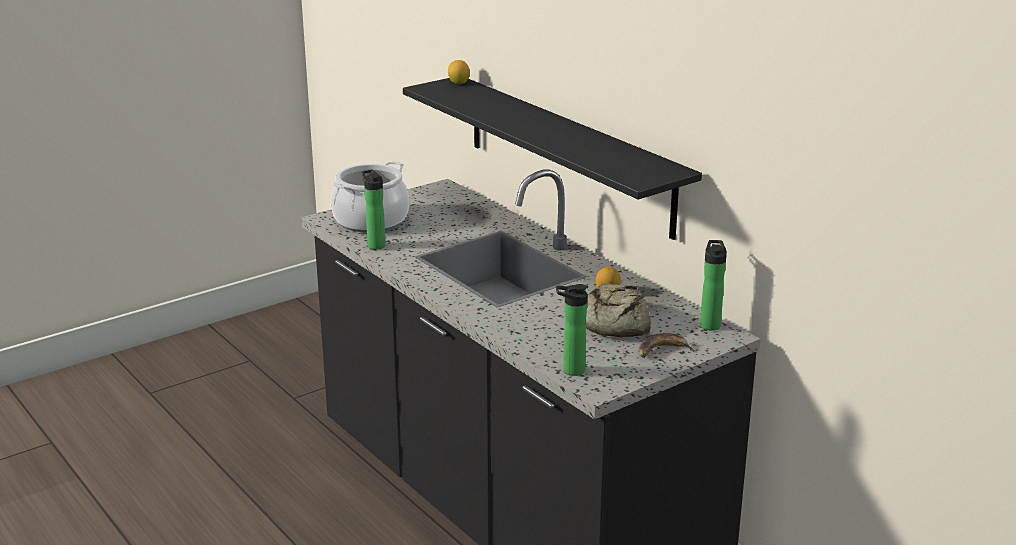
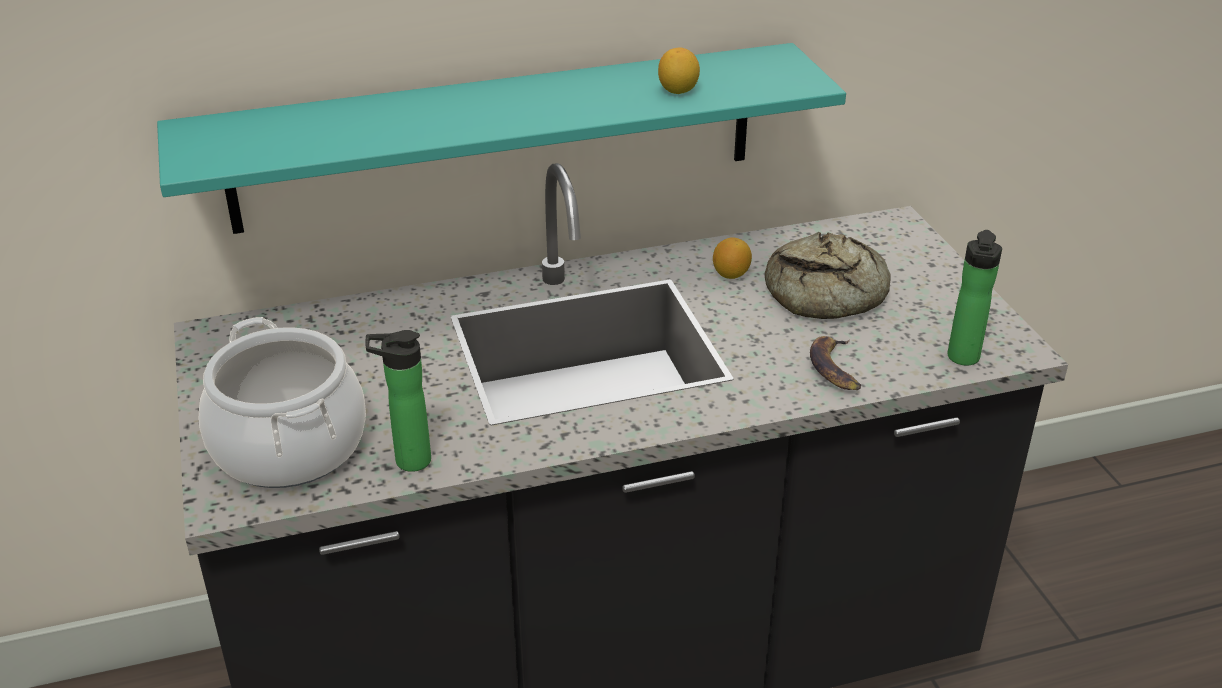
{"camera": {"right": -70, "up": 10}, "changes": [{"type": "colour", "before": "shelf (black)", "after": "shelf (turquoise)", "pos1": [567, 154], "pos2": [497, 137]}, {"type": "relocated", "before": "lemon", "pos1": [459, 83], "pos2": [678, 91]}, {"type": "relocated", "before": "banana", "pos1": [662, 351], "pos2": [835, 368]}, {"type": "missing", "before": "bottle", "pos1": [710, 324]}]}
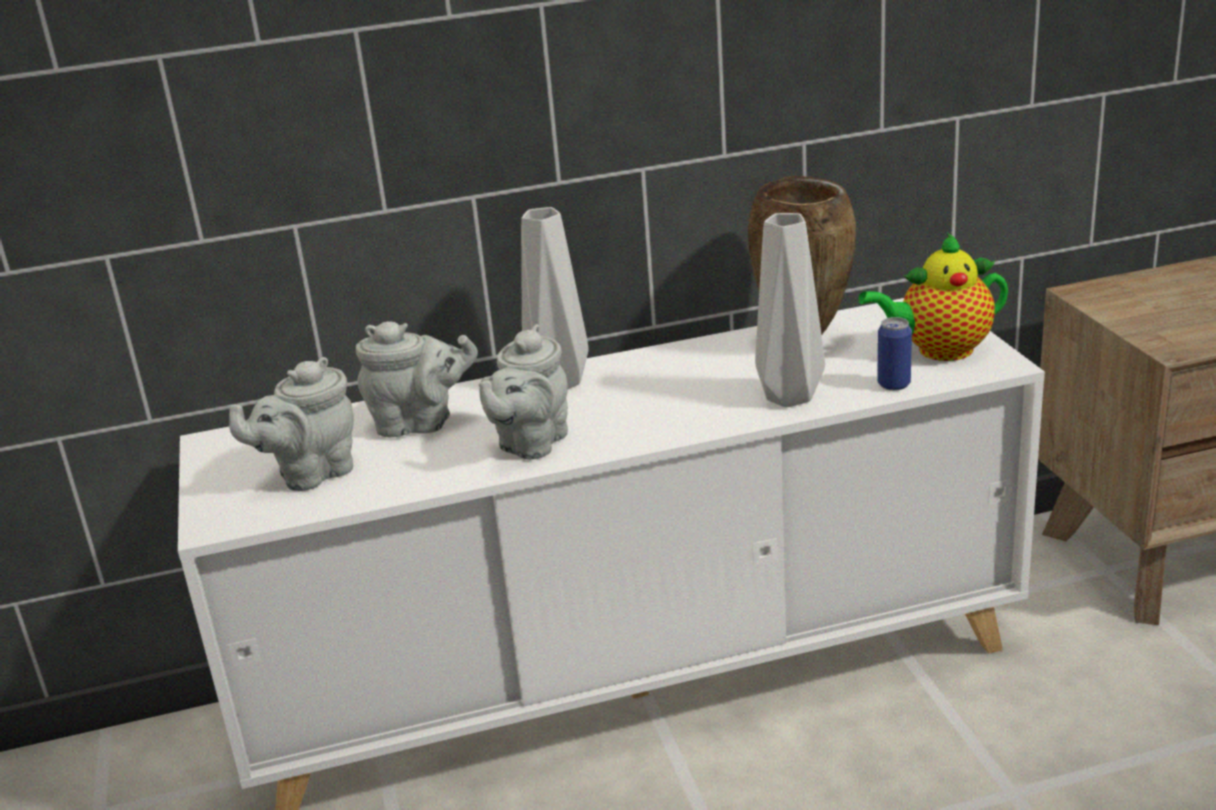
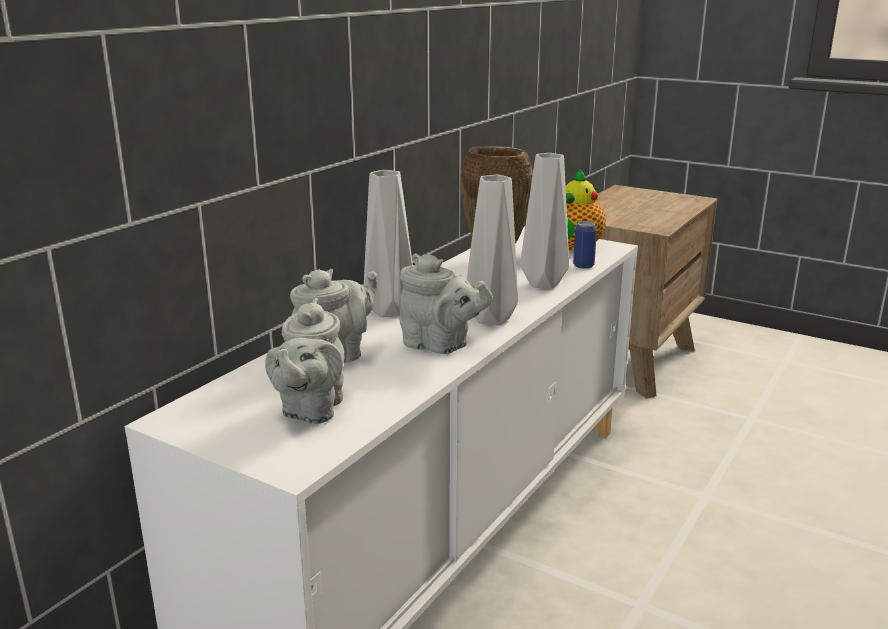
{"camera": {"right": -45, "up": -5}, "changes": [{"type": "spun", "before": "teapot (grey)", "pos1": [530, 444], "pos2": [440, 345], "turn": -45}, {"type": "appeared", "after": "vase (grey)", "pos2": [490, 318]}]}
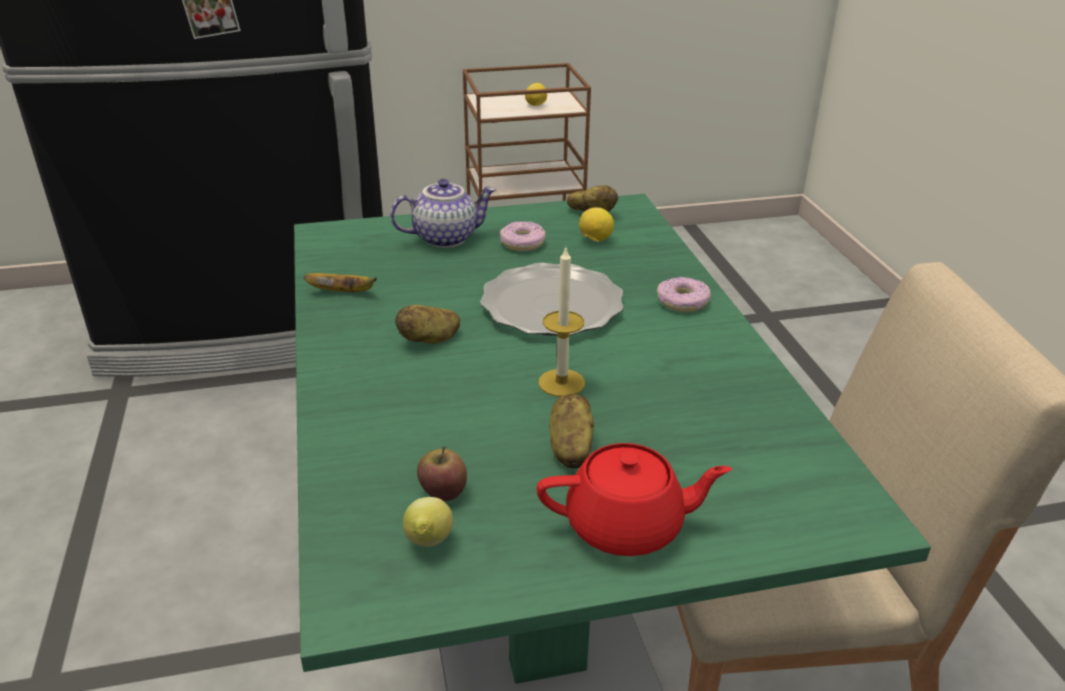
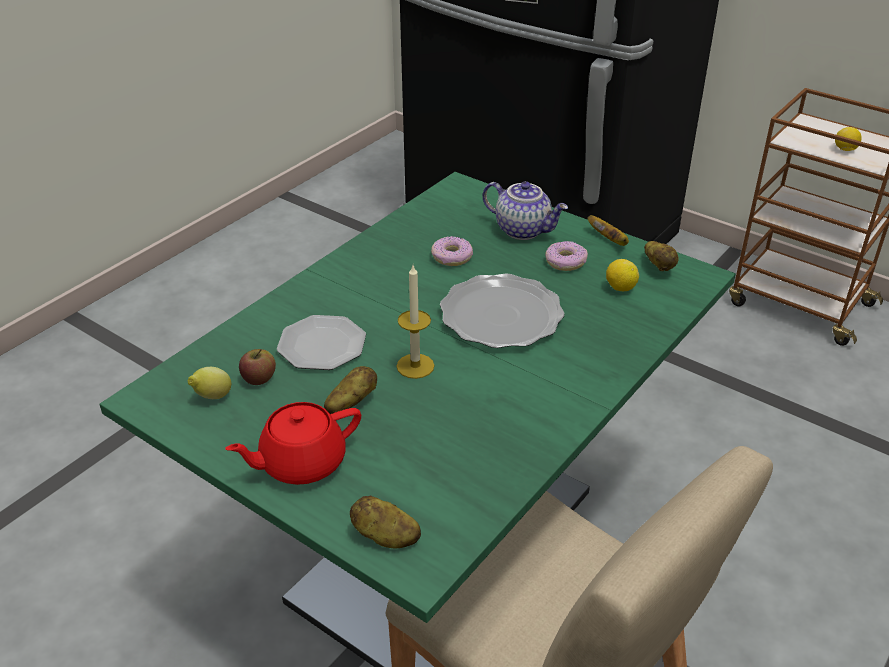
{"camera": {"right": 50, "up": 5}, "changes": [{"type": "spun", "before": "teapot (red)", "pos1": [627, 526], "pos2": [301, 463], "turn": 105}, {"type": "appeared", "after": "plate", "pos2": [322, 346]}, {"type": "relocated", "before": "potato", "pos1": [429, 340], "pos2": [385, 537]}, {"type": "relocated", "before": "donut", "pos1": [682, 302], "pos2": [451, 257]}, {"type": "relocated", "before": "banana", "pos1": [344, 292], "pos2": [609, 240]}]}
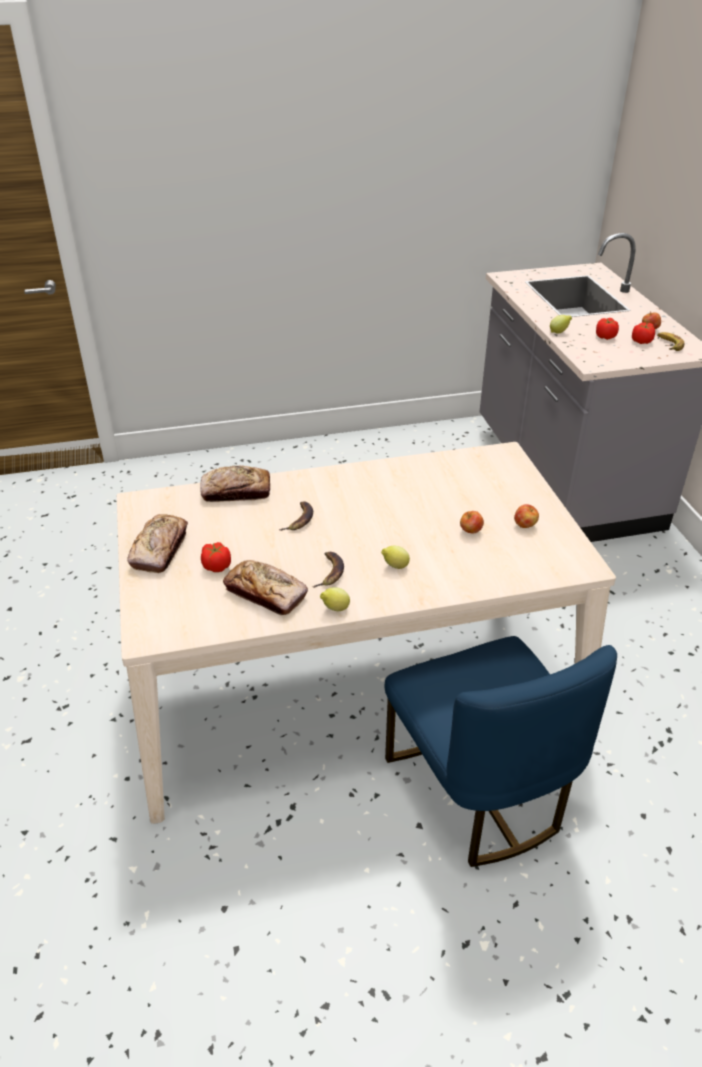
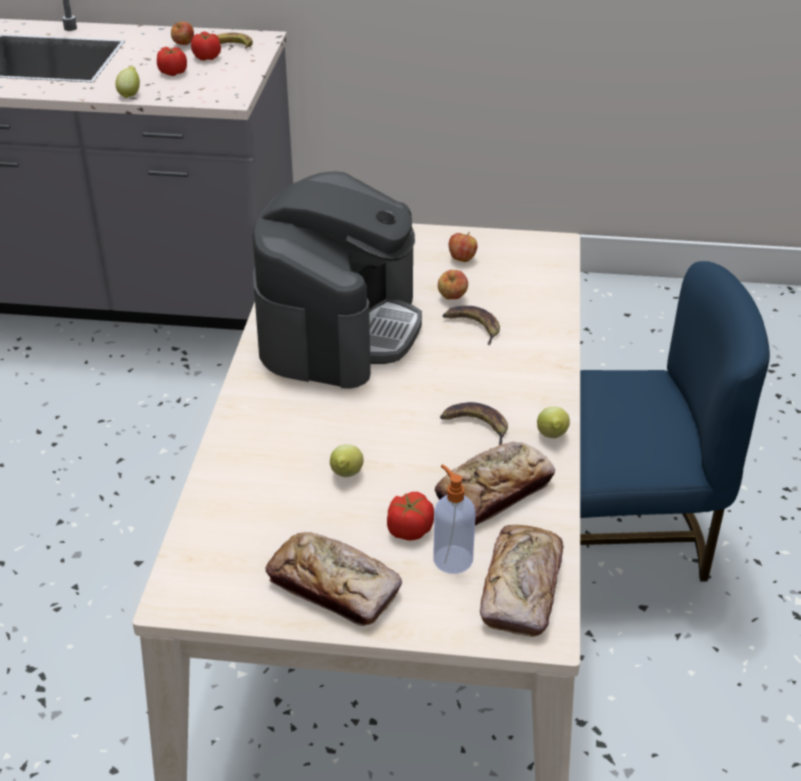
{"camera": {"right": -70, "up": 0}, "changes": [{"type": "appeared", "after": "coffee machine", "pos2": [339, 328]}, {"type": "relocated", "before": "lemon", "pos1": [394, 566], "pos2": [346, 476]}, {"type": "appeared", "after": "soap dispenser", "pos2": [452, 558]}, {"type": "relocated", "before": "banana", "pos1": [299, 519], "pos2": [472, 326]}, {"type": "relocated", "before": "bread", "pos1": [236, 491], "pos2": [521, 589]}]}
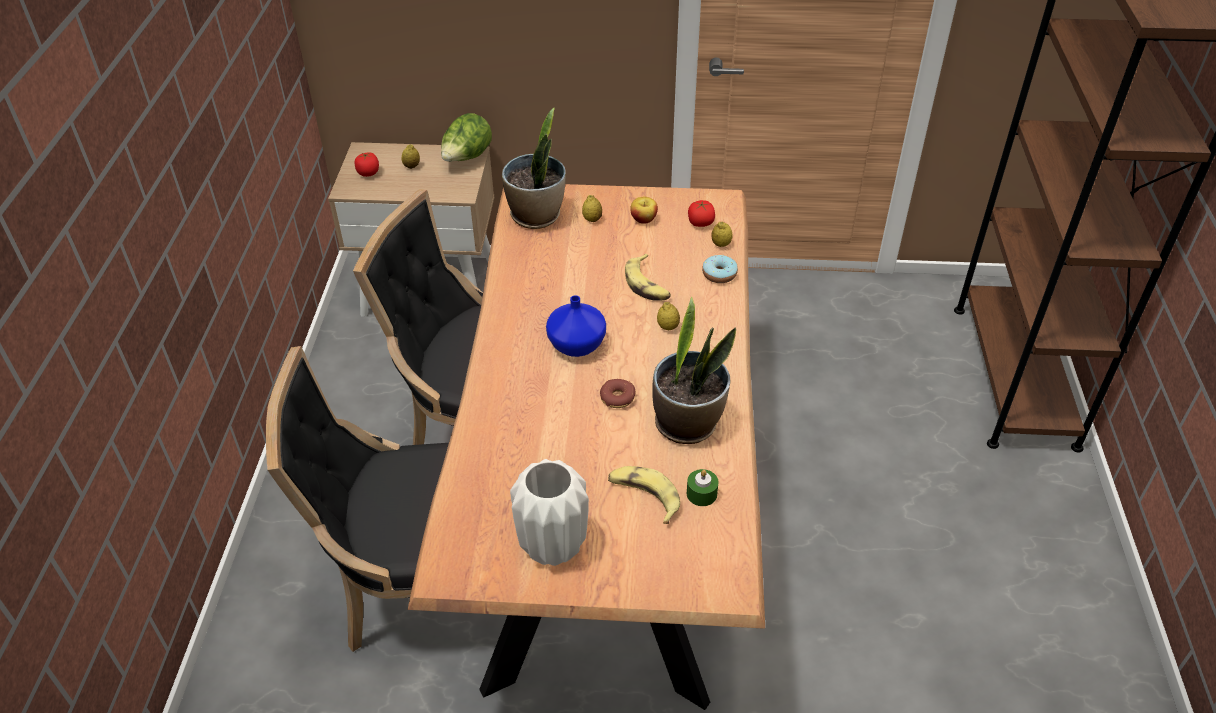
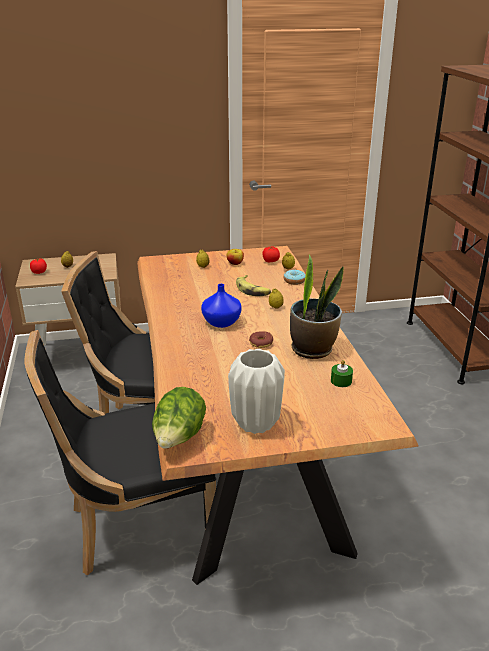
{"camera": {"right": -15, "up": -15}, "changes": [{"type": "relocated", "before": "lettuce", "pos1": [467, 158], "pos2": [179, 438]}, {"type": "missing", "before": "potted plant", "pos1": [536, 216]}, {"type": "missing", "before": "banana", "pos1": [644, 497]}]}
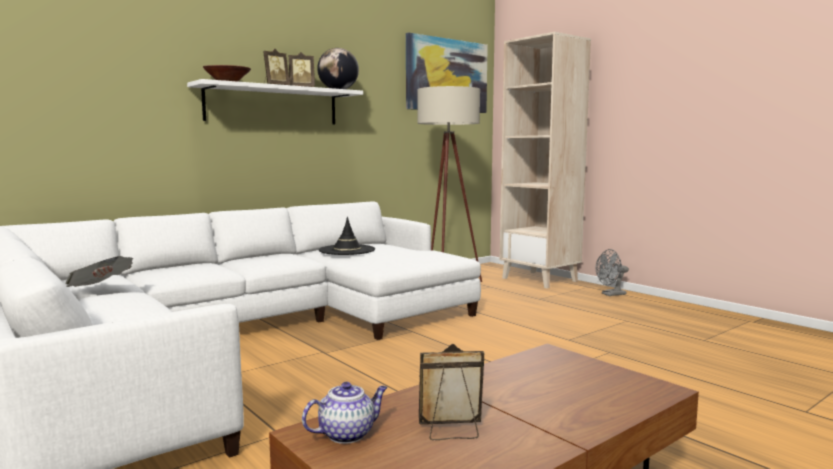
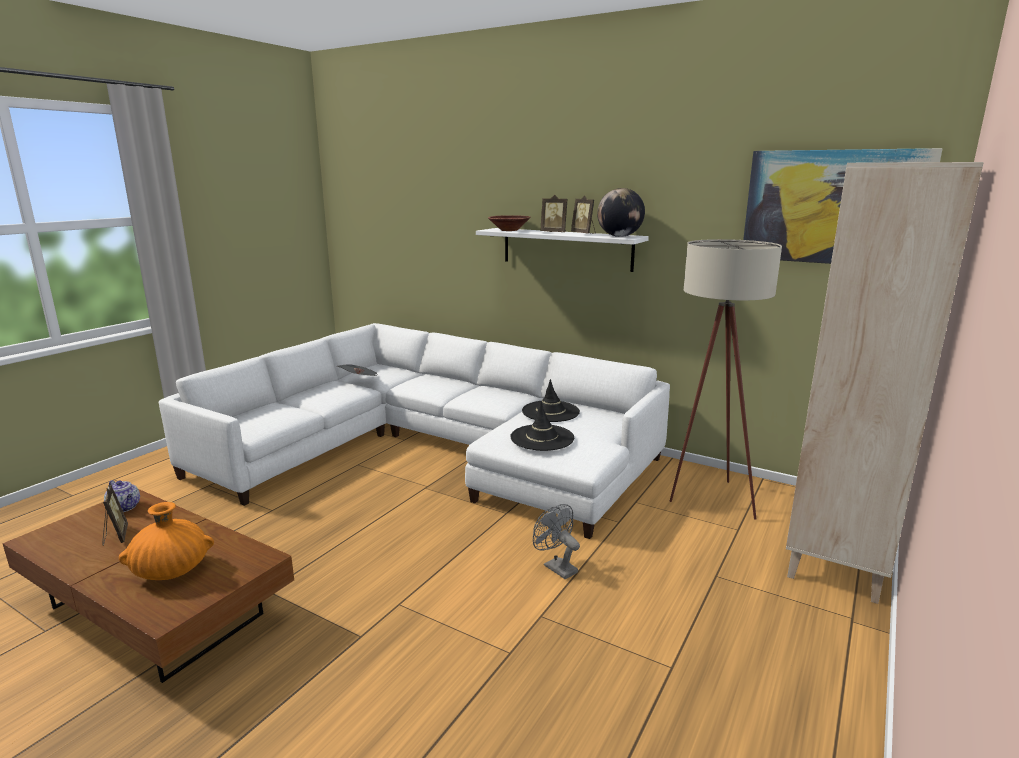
{"camera": {"right": 70, "up": 10}, "changes": [{"type": "appeared", "after": "vase (orange)", "pos2": [172, 571]}, {"type": "appeared", "after": "hat (black)", "pos2": [542, 438]}, {"type": "relocated", "before": "fan (grey)", "pos1": [610, 294], "pos2": [556, 567]}]}
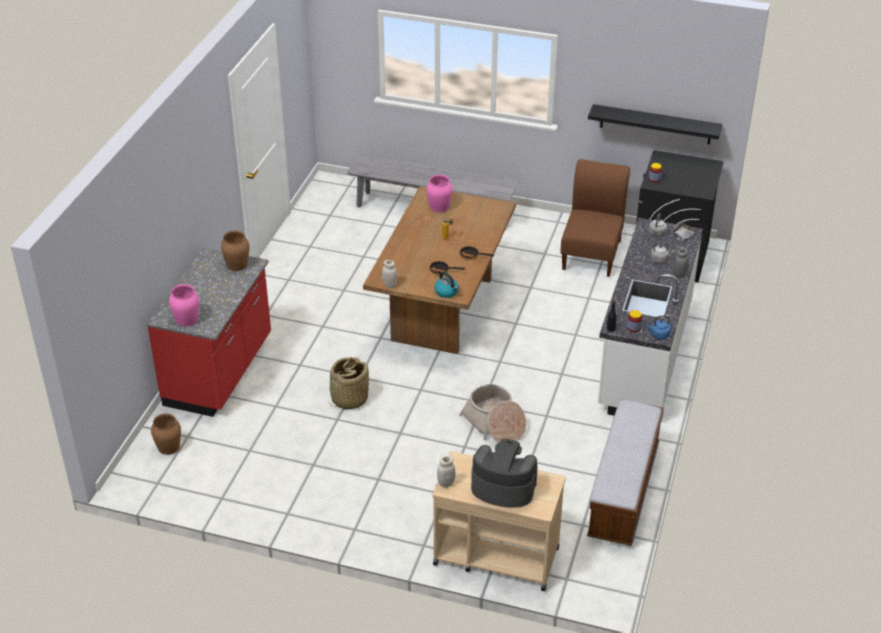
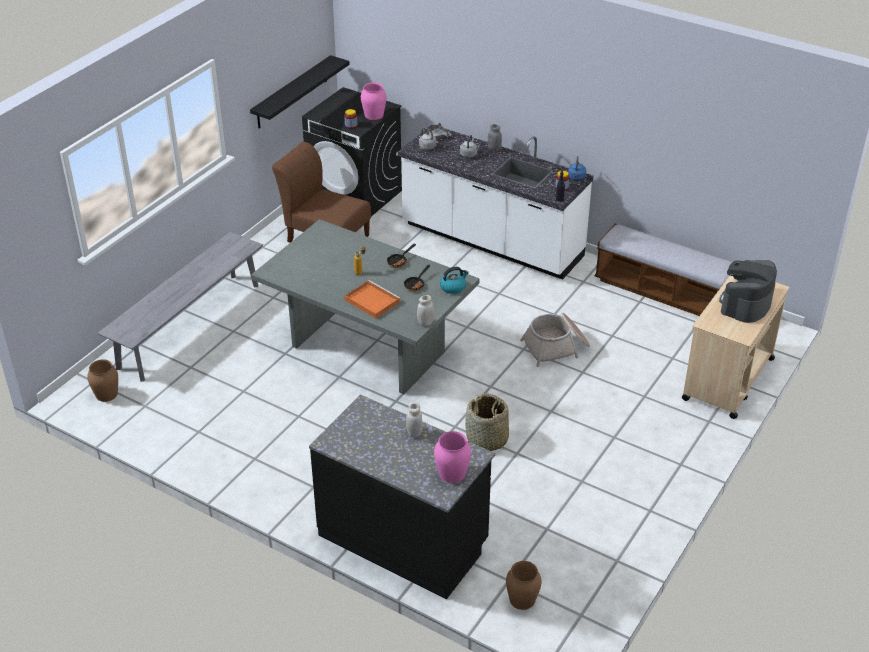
{"camera": {"right": -75, "up": 0}, "changes": [{"type": "relocated", "before": "vase (brown)", "pos1": [237, 264], "pos2": [106, 394]}, {"type": "colour", "before": "dining table (brown)", "after": "dining table (grey)", "pos1": [443, 310], "pos2": [369, 349]}, {"type": "colour", "before": "counter (red)", "after": "counter (black)", "pos1": [220, 372], "pos2": [403, 539]}, {"type": "appeared", "after": "tray (orange)", "pos2": [371, 301]}, {"type": "relocated", "before": "vase (pink)", "pos1": [439, 207], "pos2": [374, 115]}, {"type": "relocated", "before": "jar (white)", "pos1": [446, 483], "pos2": [414, 433]}]}
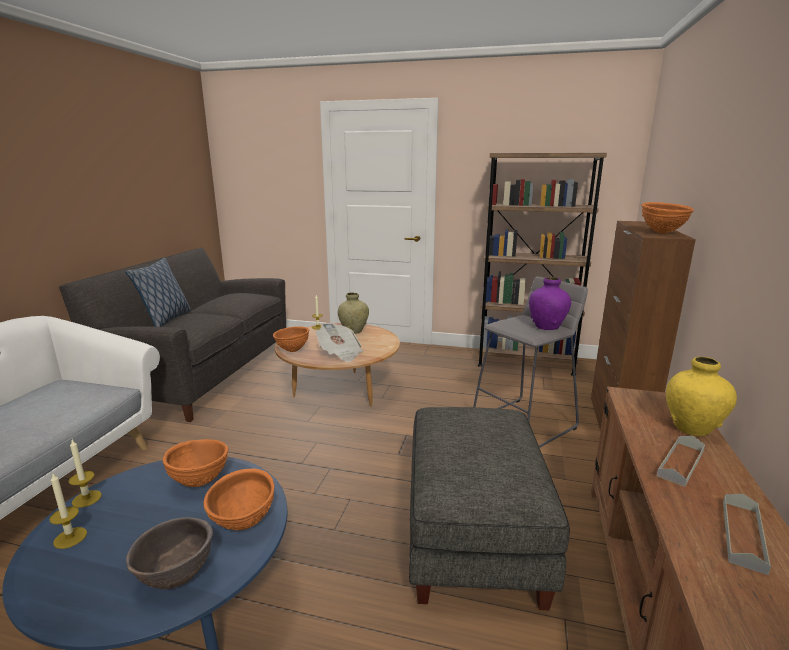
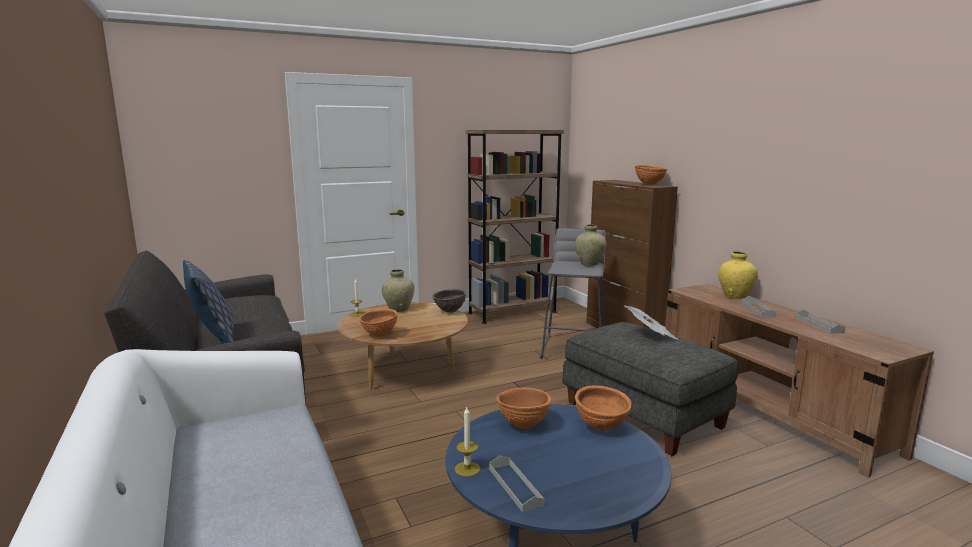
{"camera": {"right": -40, "up": -5}, "changes": [{"type": "relocated", "before": "bowl (brown)", "pos1": [176, 578], "pos2": [449, 311]}, {"type": "exchanged", "before": "candle", "after": "tray (grey)", "pos1": [70, 538], "pos2": [515, 486]}, {"type": "colour", "before": "vase (purple)", "after": "vase (beige)", "pos1": [547, 327], "pos2": [589, 264]}, {"type": "relocated", "before": "newspaper", "pos1": [340, 353], "pos2": [650, 335]}]}
